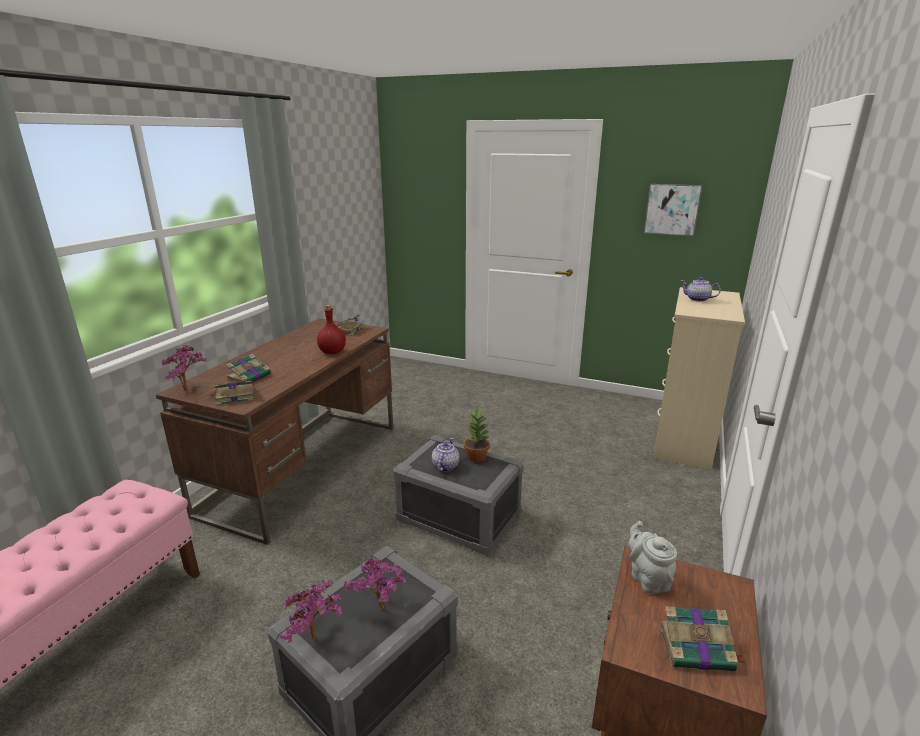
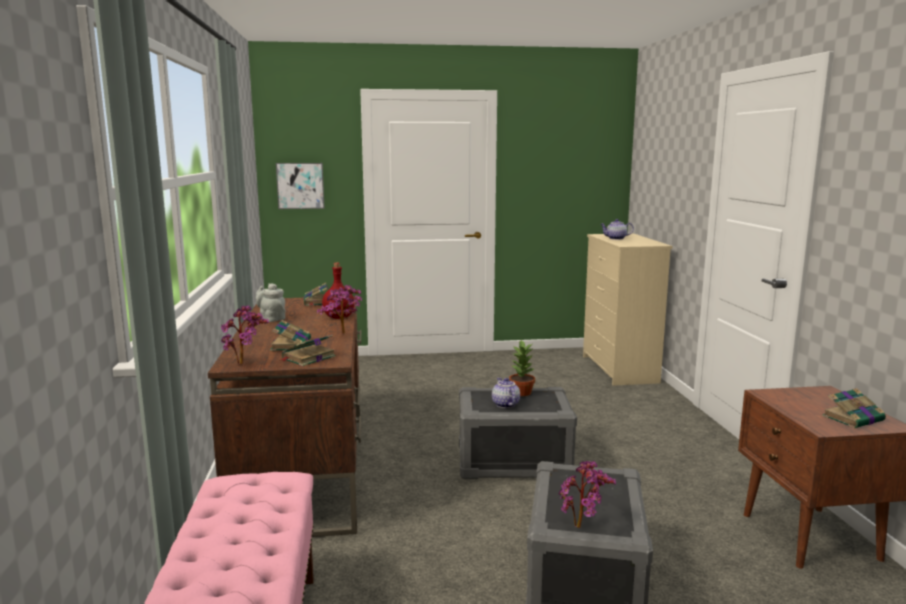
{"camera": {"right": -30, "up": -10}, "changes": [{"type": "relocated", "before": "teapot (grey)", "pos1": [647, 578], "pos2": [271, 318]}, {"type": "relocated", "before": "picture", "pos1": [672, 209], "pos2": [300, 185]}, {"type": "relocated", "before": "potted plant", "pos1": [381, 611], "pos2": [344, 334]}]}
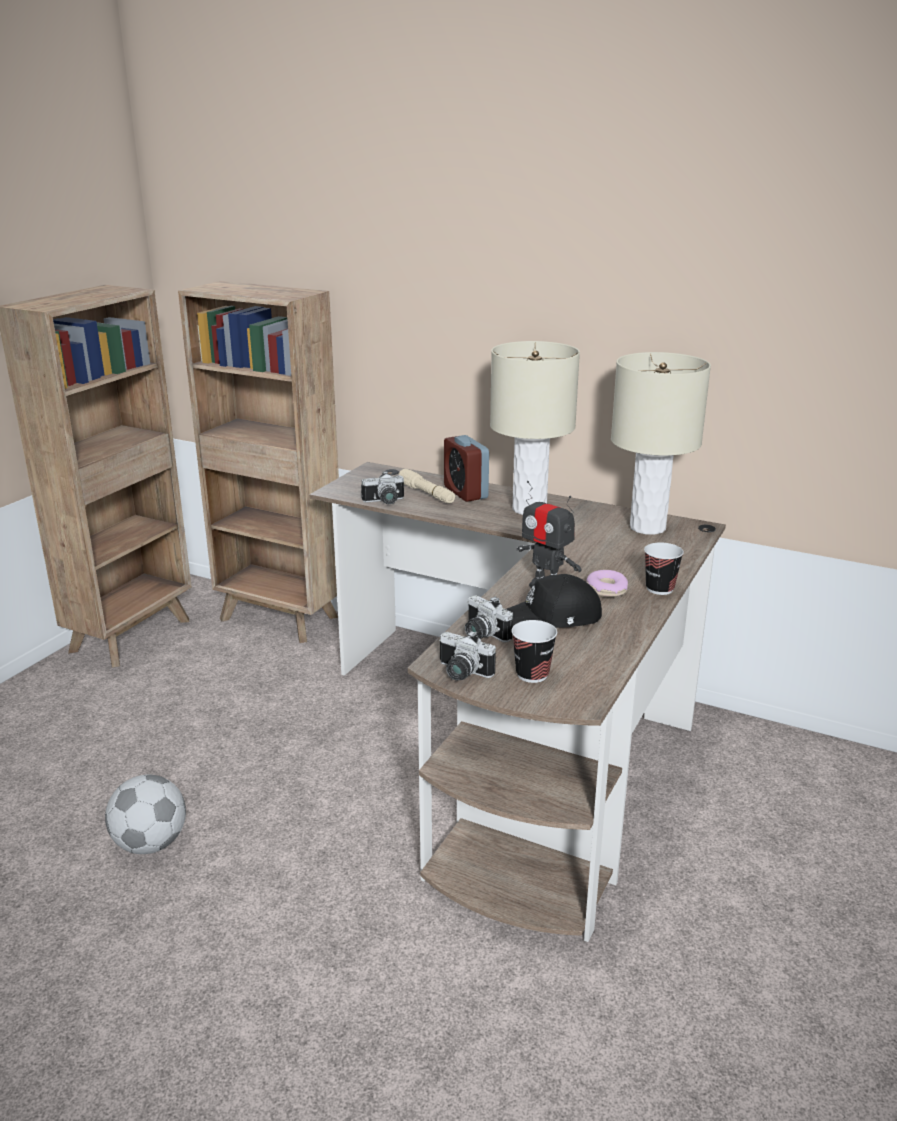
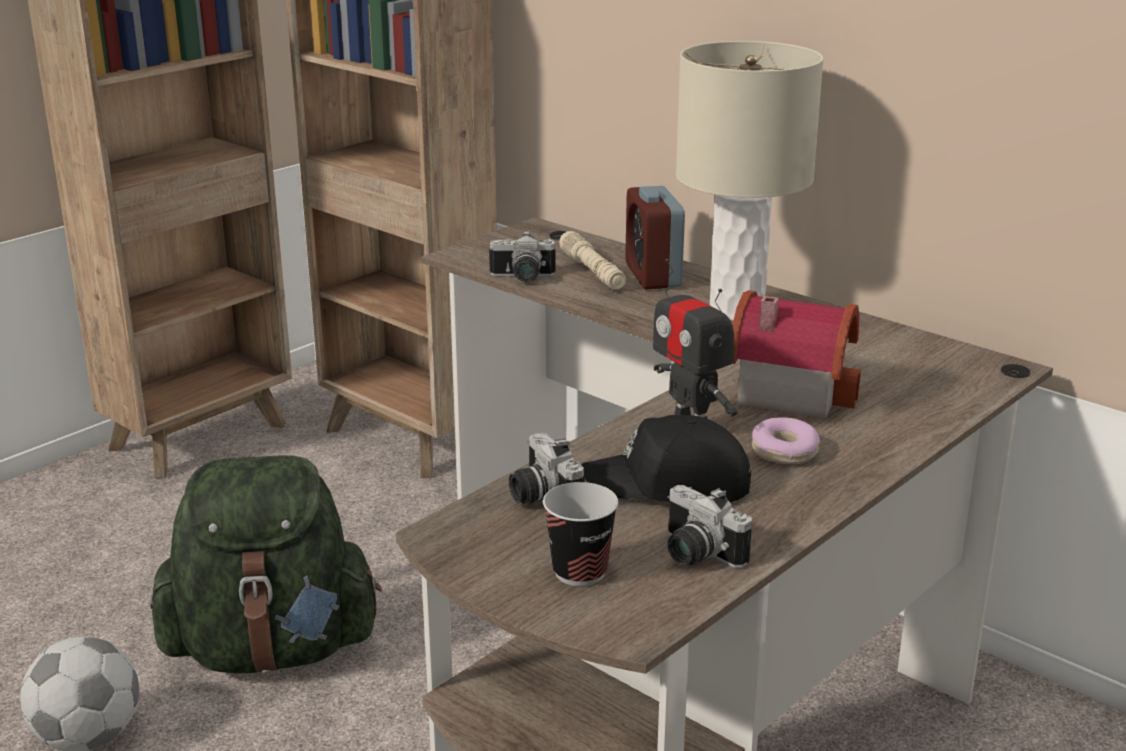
{"camera": {"right": 15, "up": 0}, "changes": [{"type": "appeared", "after": "backpack (green)", "pos2": [272, 650]}, {"type": "relocated", "before": "photo camera", "pos1": [461, 673], "pos2": [695, 554]}, {"type": "appeared", "after": "toy house", "pos2": [789, 389]}, {"type": "missing", "before": "table lamp (beige)", "pos1": [647, 527]}, {"type": "missing", "before": "cup", "pos1": [659, 589]}]}
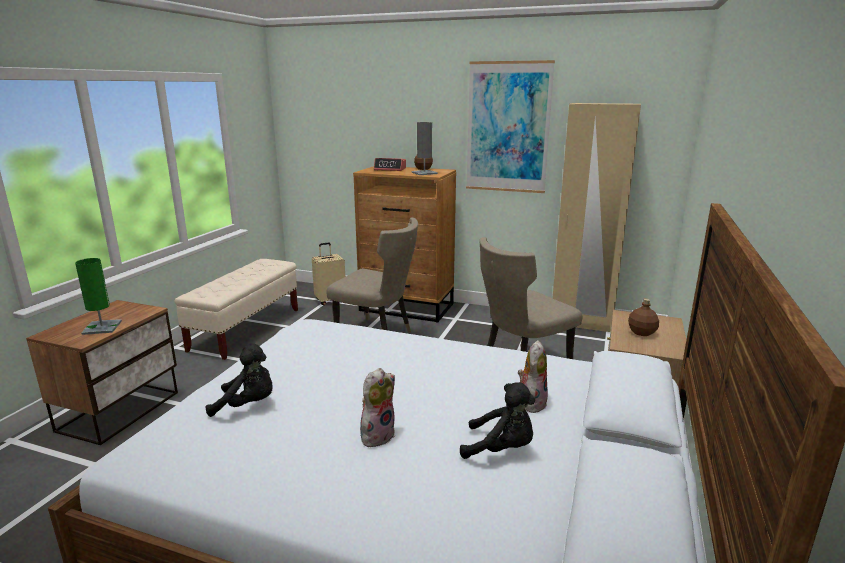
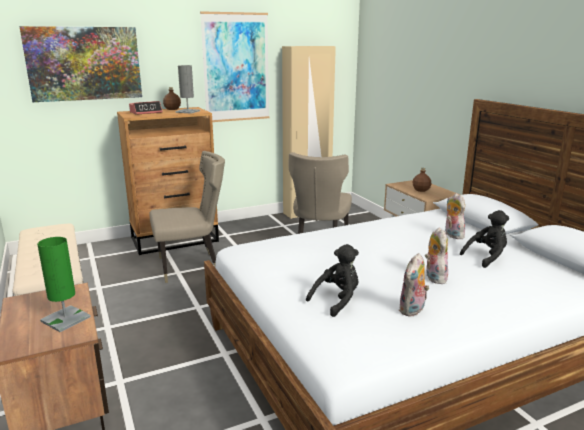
{"camera": {"right": -45, "up": 0}, "changes": [{"type": "appeared", "after": "picture", "pos2": [84, 63]}, {"type": "appeared", "after": "plush toy", "pos2": [412, 310]}, {"type": "missing", "before": "suitcase (beige)", "pos1": [330, 300]}]}
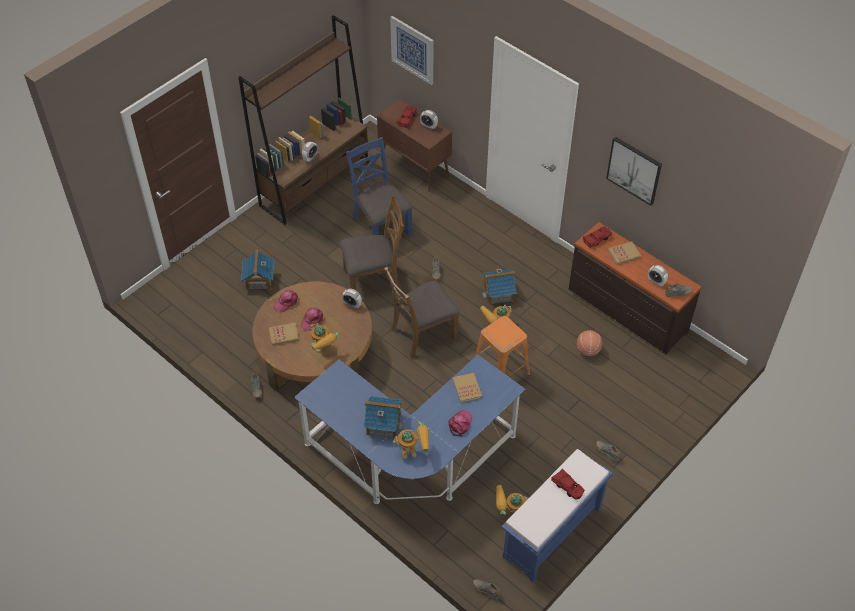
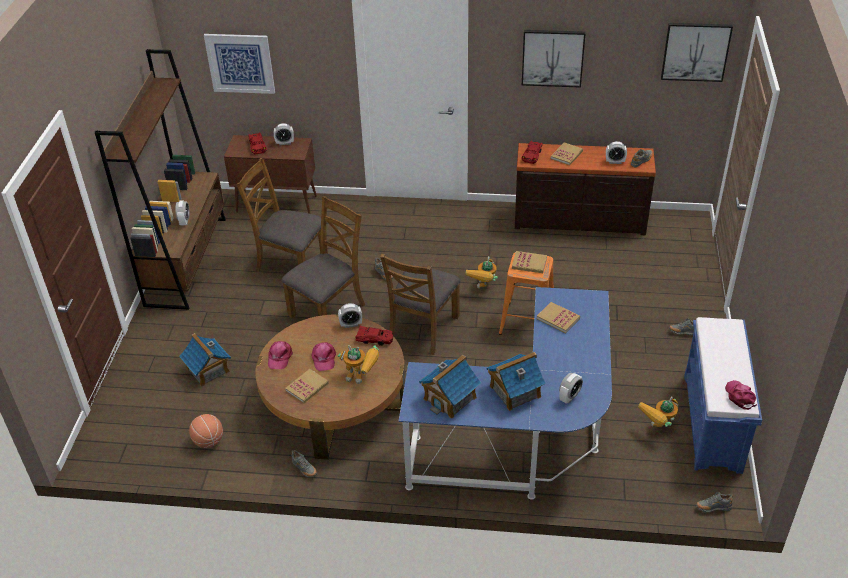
{"camera": {"right": -35, "up": -10}, "changes": [{"type": "relocated", "before": "basketball", "pos1": [588, 350], "pos2": [208, 441]}, {"type": "colour", "before": "chair (blue)", "after": "chair (brown)", "pos1": [381, 226], "pos2": [290, 263]}, {"type": "relocated", "before": "toy car (red)", "pos1": [567, 487], "pos2": [374, 339]}, {"type": "relocated", "before": "toy house", "pos1": [499, 293], "pos2": [450, 398]}, {"type": "appeared", "after": "book", "pos2": [529, 263]}, {"type": "exchanged", "before": "toy robot", "after": "alarm clock", "pos1": [414, 450], "pos2": [569, 397]}, {"type": "appeared", "after": "picture", "pos2": [695, 51]}, {"type": "relocated", "before": "cap (pink)", "pos1": [460, 424], "pos2": [740, 396]}]}
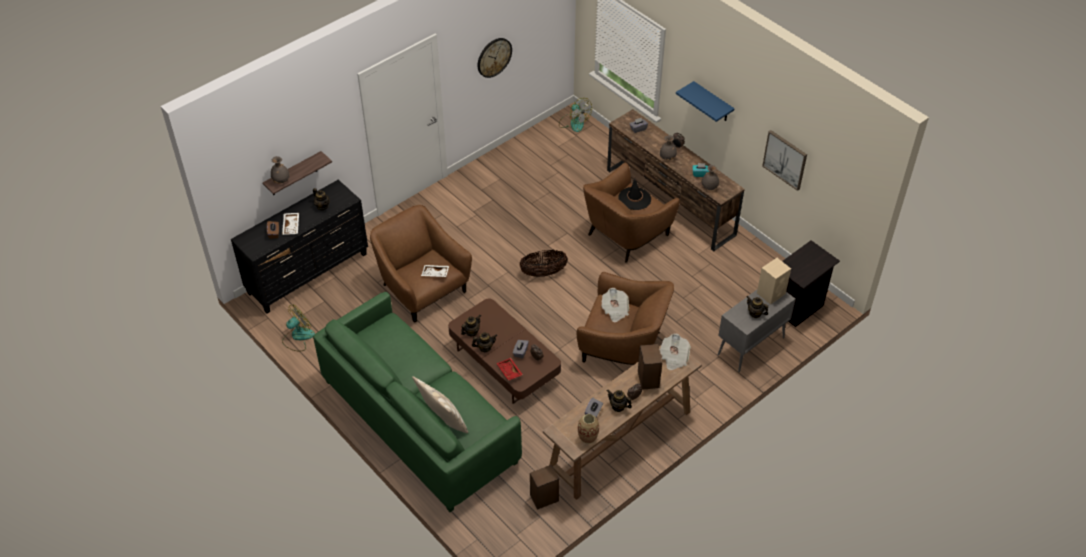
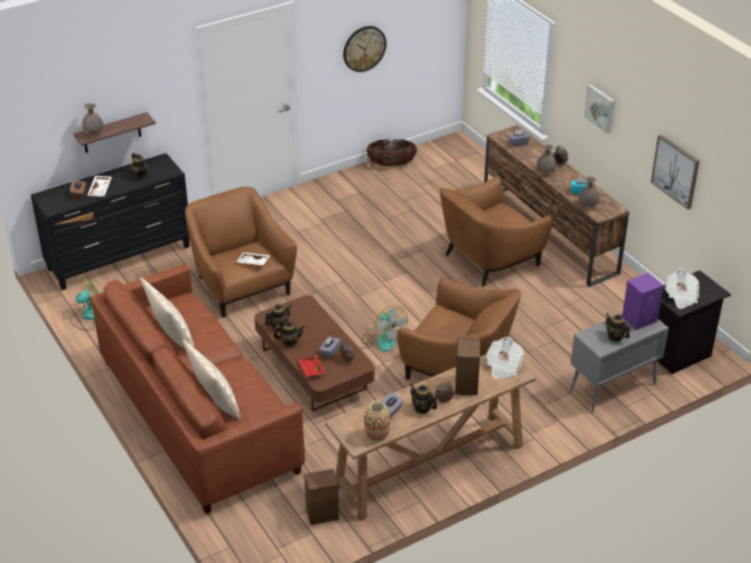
{"camera": {"right": 10, "up": -10}, "changes": [{"type": "colour", "before": "sofa (green)", "after": "sofa (brown)", "pos1": [419, 421], "pos2": [198, 415]}, {"type": "appeared", "after": "pillow (beige)", "pos2": [172, 337]}, {"type": "relocated", "before": "fan", "pos1": [574, 122], "pos2": [383, 338]}, {"type": "relocated", "before": "basket", "pos1": [543, 272], "pos2": [391, 164]}, {"type": "exchanged", "before": "shelf (blue)", "after": "picture", "pos1": [712, 102], "pos2": [601, 108]}, {"type": "colour", "before": "speaker (beige)", "after": "speaker (purple)", "pos1": [771, 293], "pos2": [640, 319]}, {"type": "relocated", "before": "newspaper", "pos1": [615, 310], "pos2": [681, 297]}, {"type": "missing", "before": "hat (black)", "pos1": [634, 199]}]}
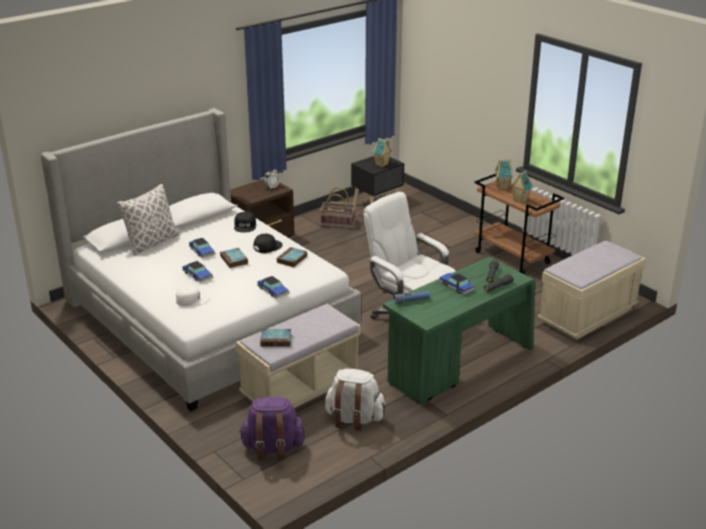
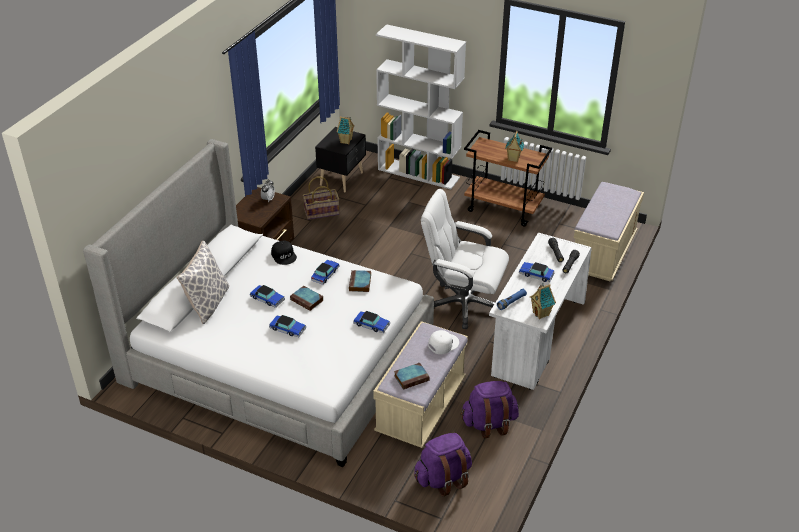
{"camera": {"right": -25, "up": 10}, "changes": [{"type": "exchanged", "before": "cap (black)", "after": "toy car", "pos1": [267, 246], "pos2": [325, 274]}, {"type": "appeared", "after": "bookcase (white)", "pos2": [419, 173]}, {"type": "relocated", "before": "cap (white)", "pos1": [191, 299], "pos2": [443, 344]}, {"type": "colour", "before": "backpack (white)", "after": "backpack (purple)", "pos1": [354, 419], "pos2": [489, 423]}, {"type": "colour", "before": "desk (green)", "after": "desk (white)", "pos1": [459, 365], "pos2": [536, 338]}, {"type": "relocated", "before": "toy house", "pos1": [503, 187], "pos2": [541, 314]}]}
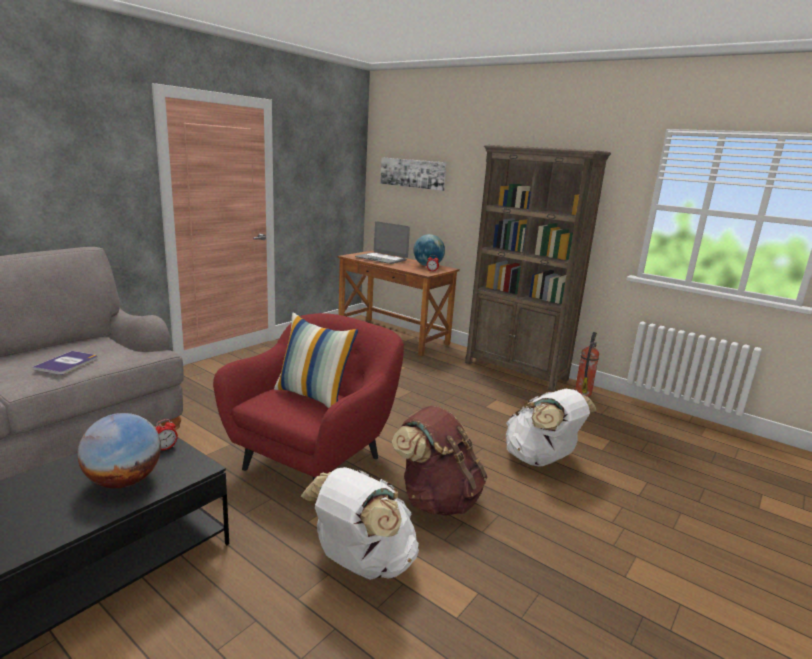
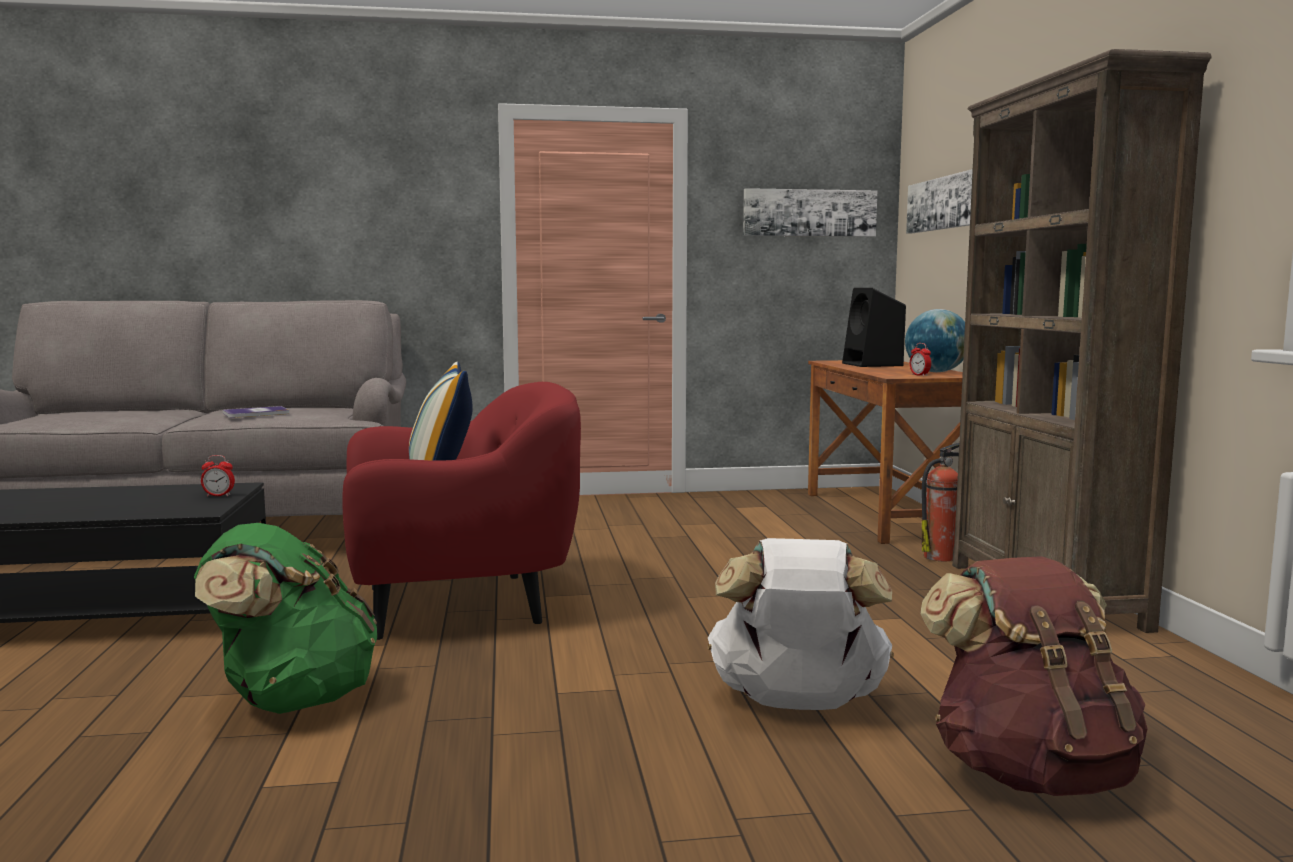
{"camera": {"right": 45, "up": -10}, "changes": [{"type": "colour", "before": "backpack (white)", "after": "backpack (green)", "pos1": [361, 563], "pos2": [292, 699]}, {"type": "appeared", "after": "picture", "pos2": [809, 213]}, {"type": "exchanged", "before": "laptop", "after": "speaker (black)", "pos1": [381, 259], "pos2": [873, 365]}, {"type": "relocated", "before": "backpack (brown)", "pos1": [437, 500], "pos2": [1031, 772]}, {"type": "relocated", "before": "fire extinguisher", "pos1": [583, 392], "pos2": [941, 557]}, {"type": "missing", "before": "globe", "pos1": [124, 481]}]}
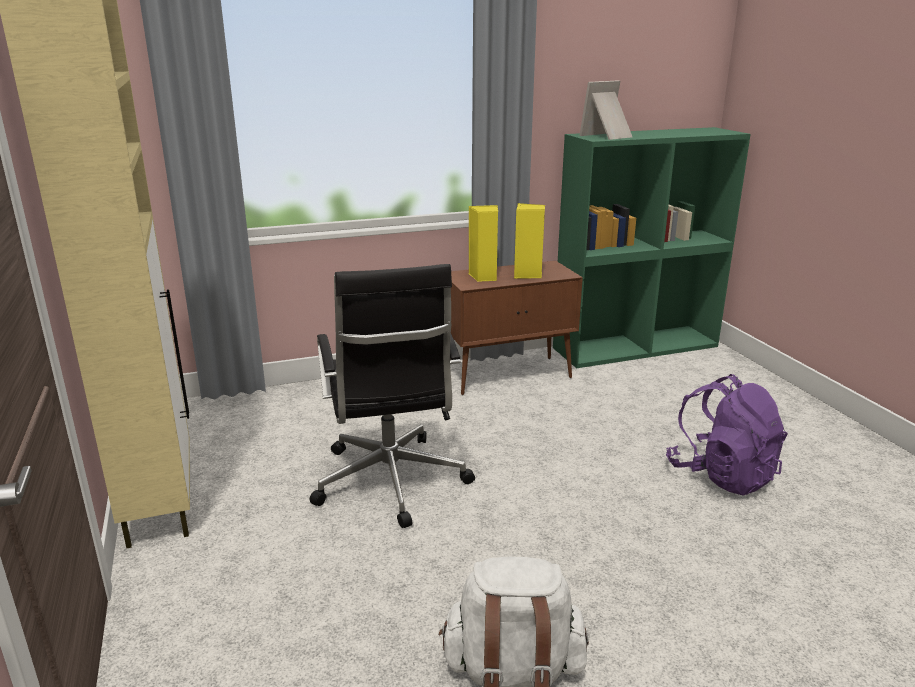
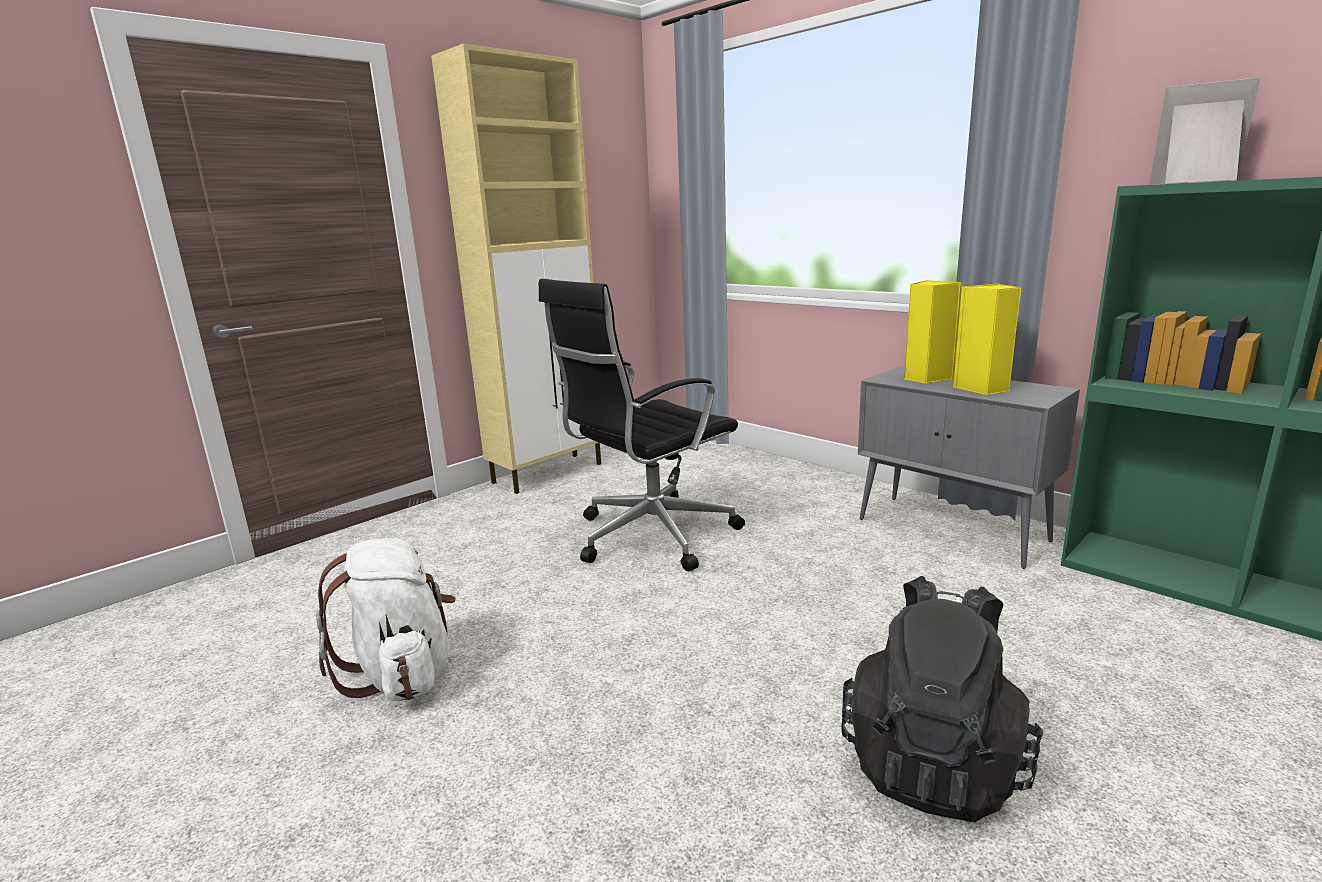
{"camera": {"right": 65, "up": -5}, "changes": [{"type": "colour", "before": "backpack (purple)", "after": "backpack (black)", "pos1": [722, 474], "pos2": [933, 763]}, {"type": "colour", "before": "cabinet (brown)", "after": "cabinet (grey)", "pos1": [509, 375], "pos2": [953, 530]}]}
